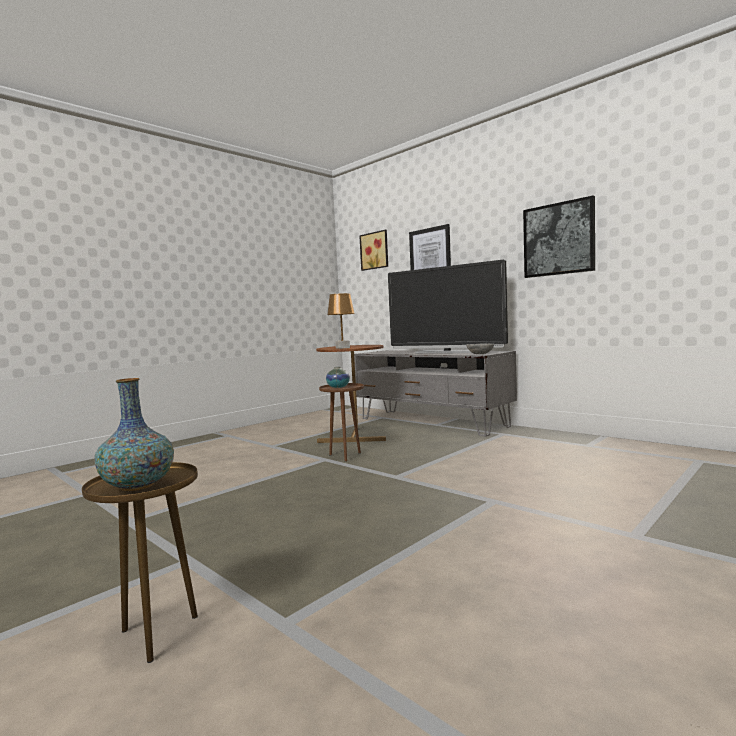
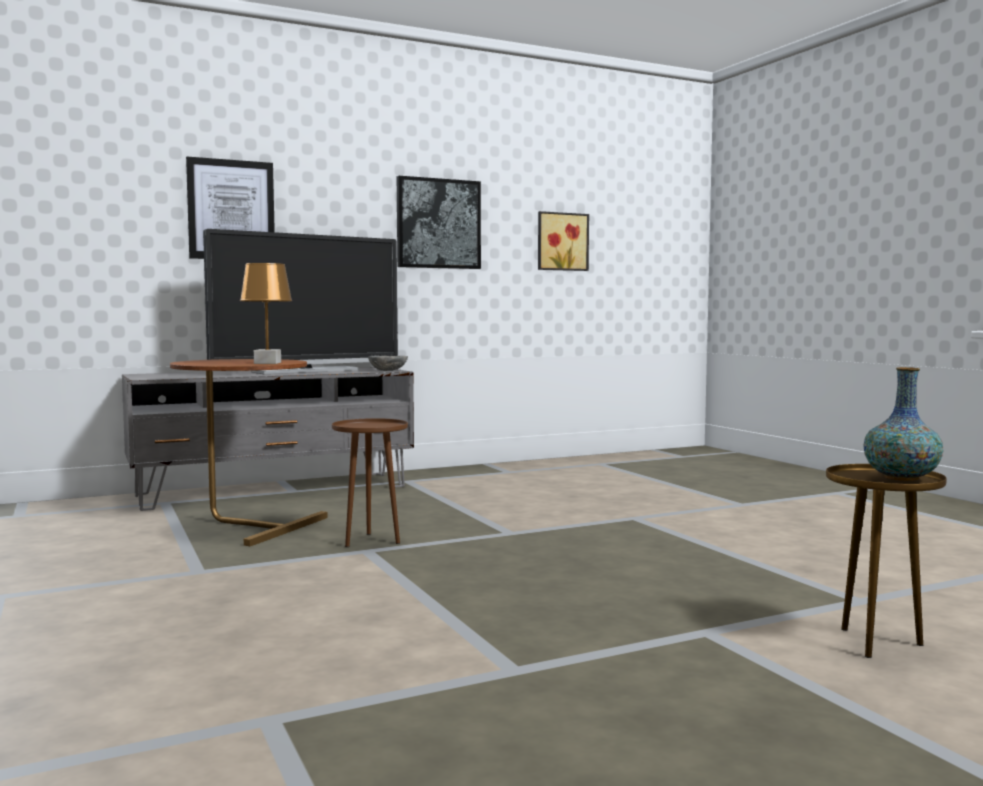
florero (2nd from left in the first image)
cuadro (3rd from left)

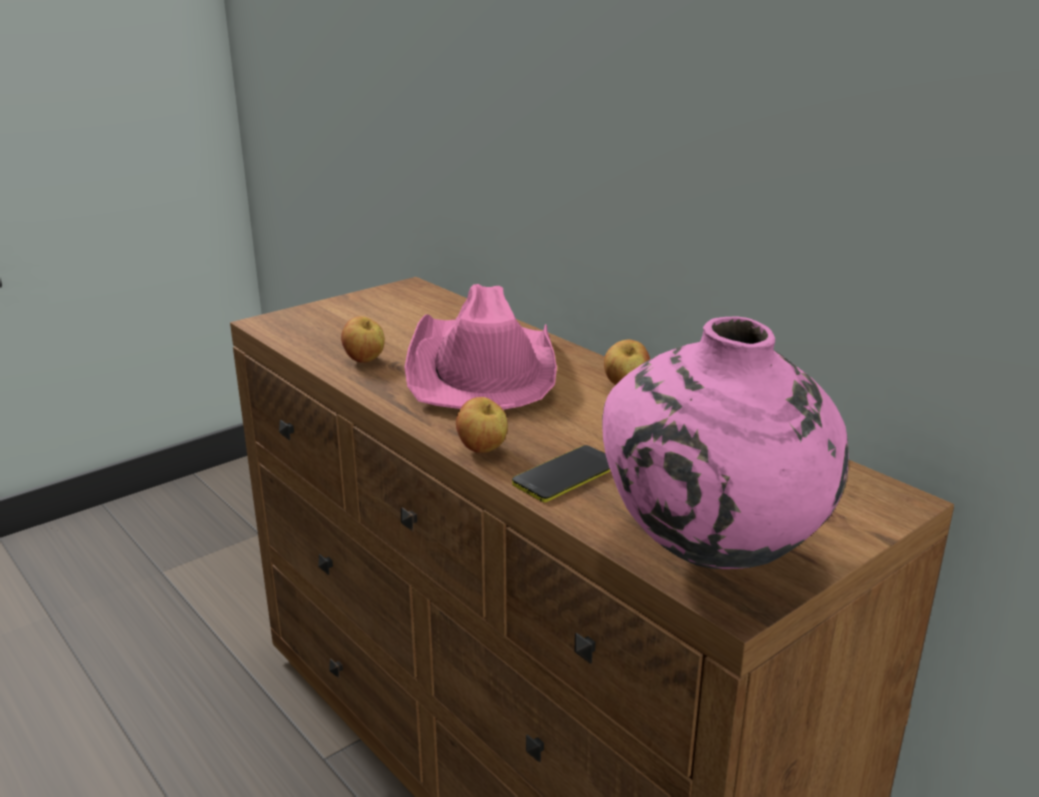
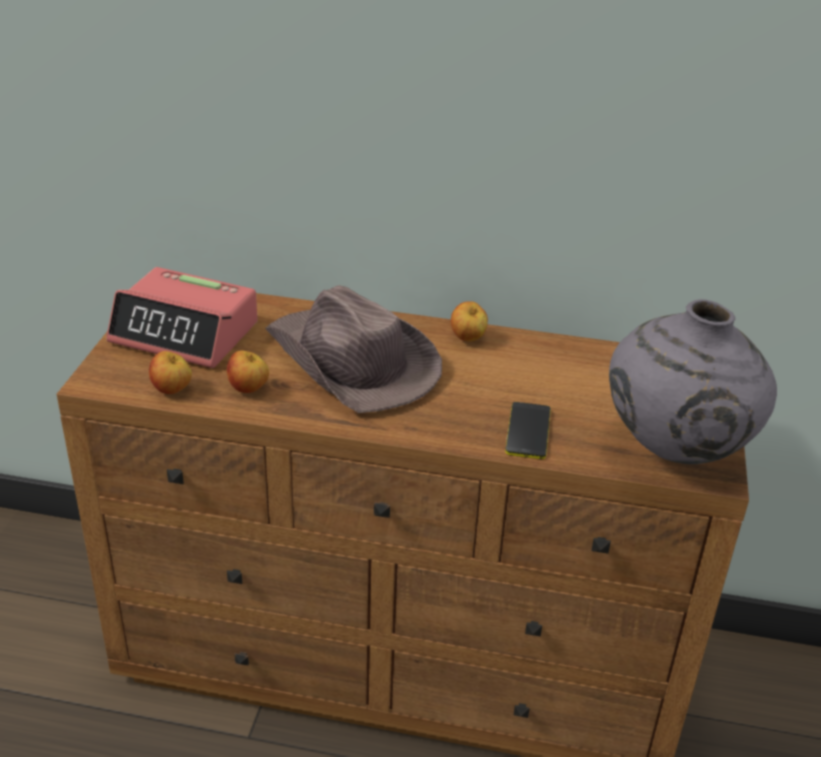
sombrero/marrón
manzana (1st from left)
florero/gris
despertador

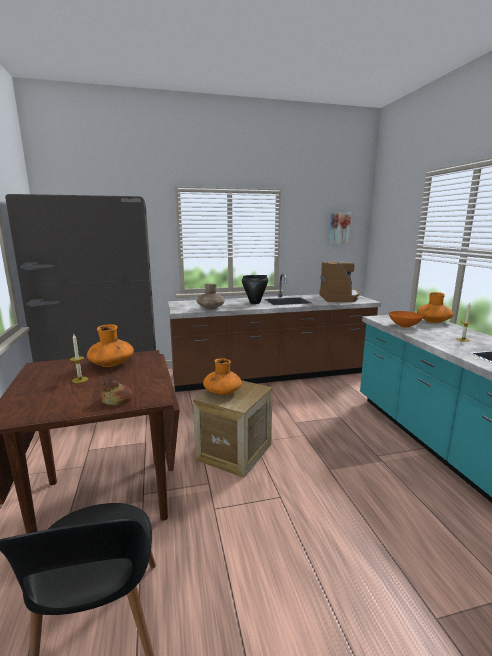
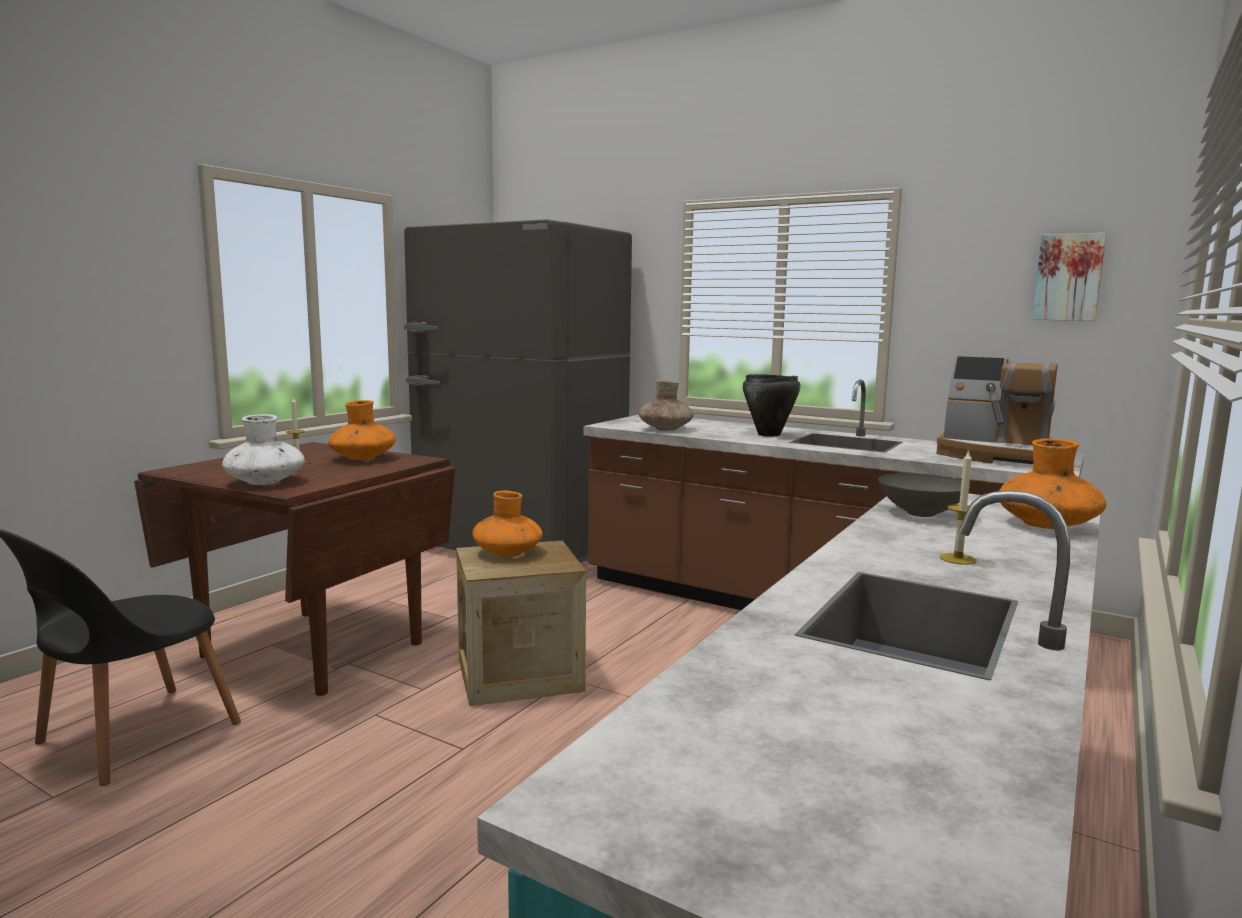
florero/blanco
cafetera
cuenco/gris

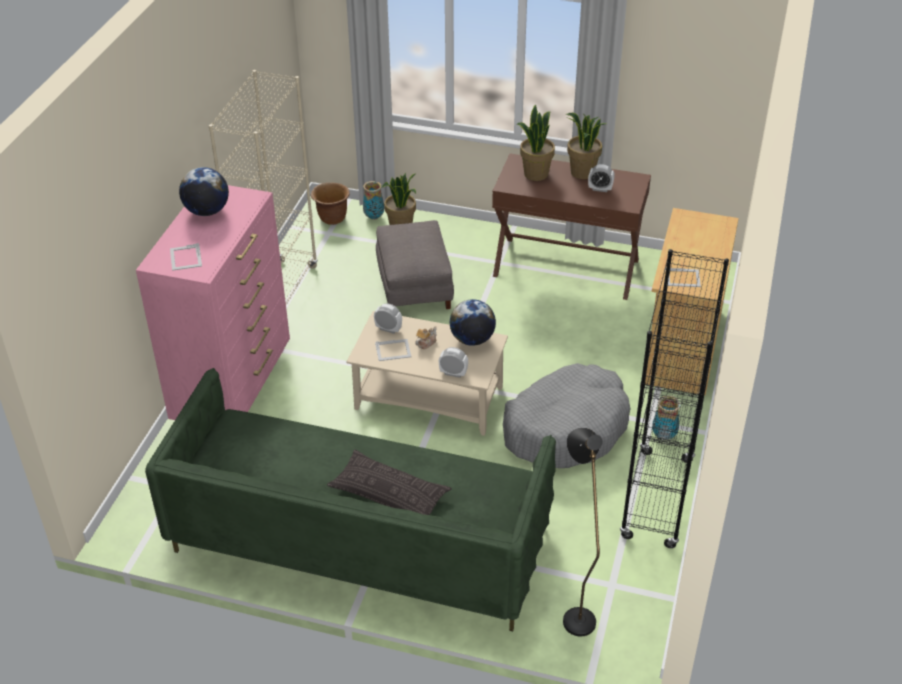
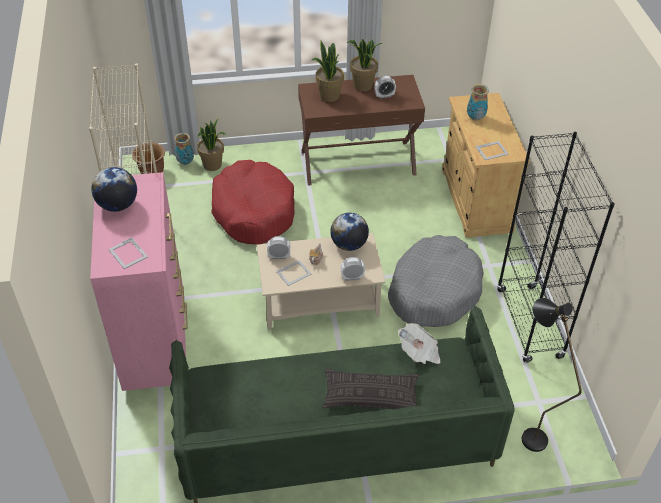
cama para perro/rojo
florero (2nd from left)
periódico

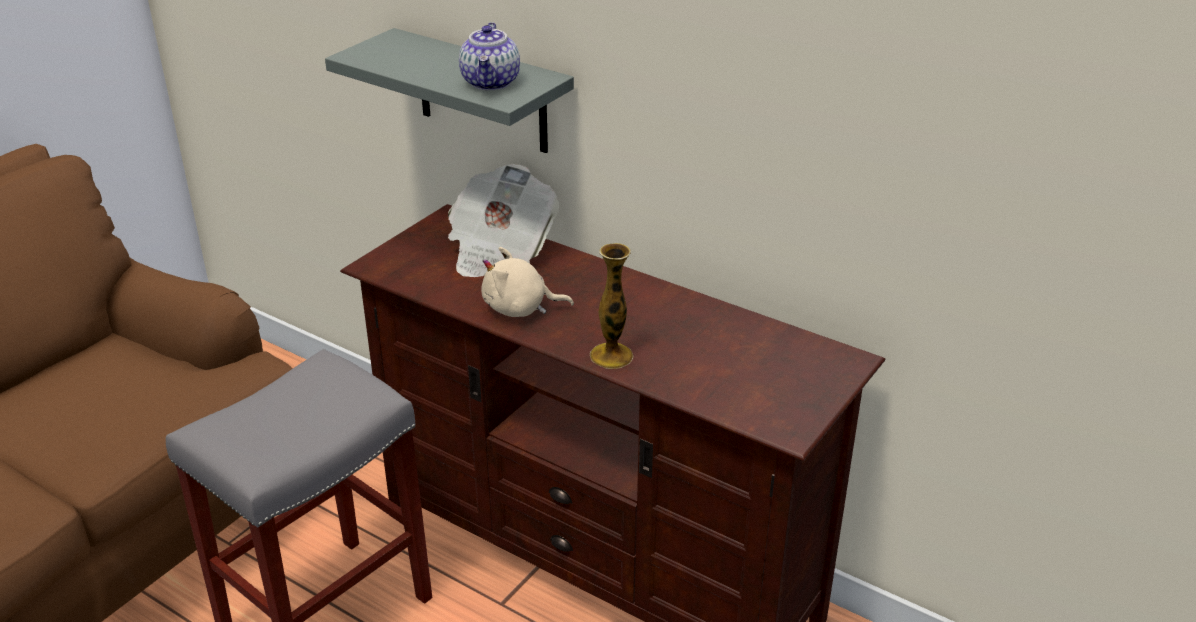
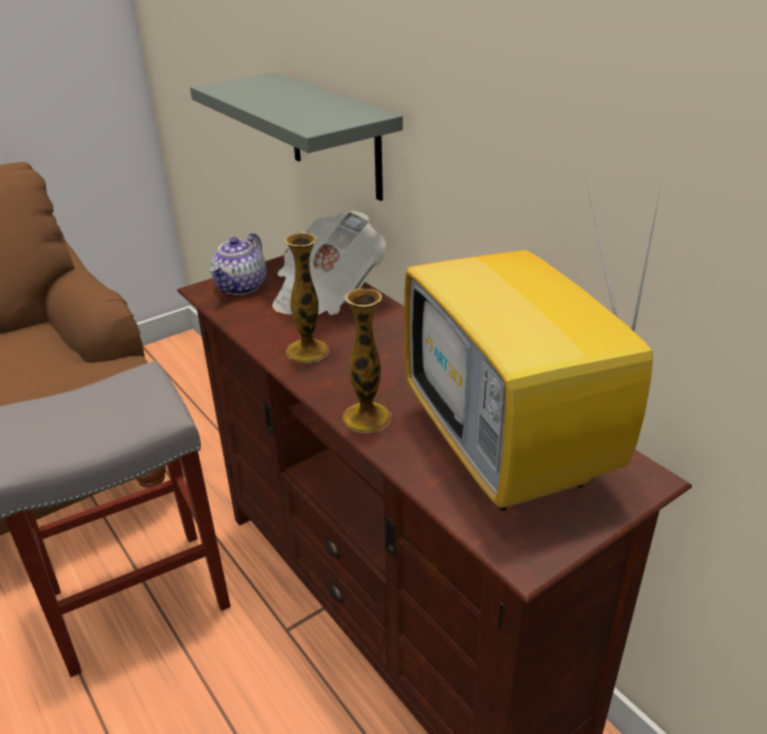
tetera
florero (1st from left)
televisor

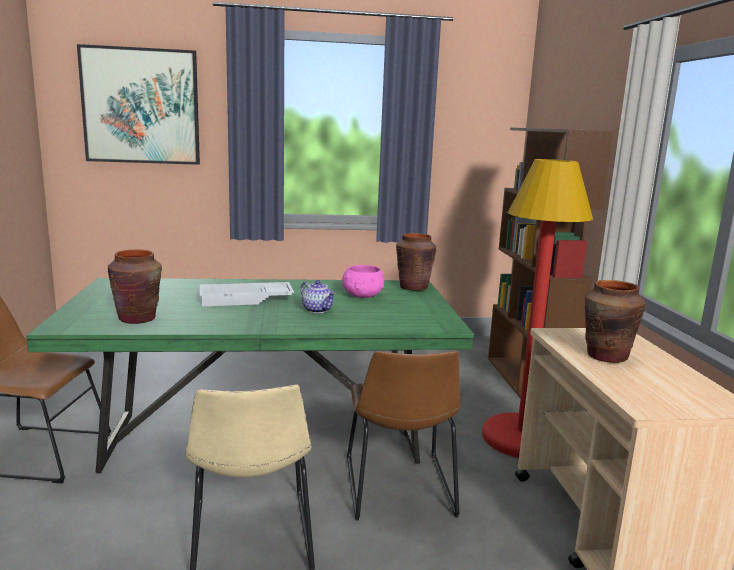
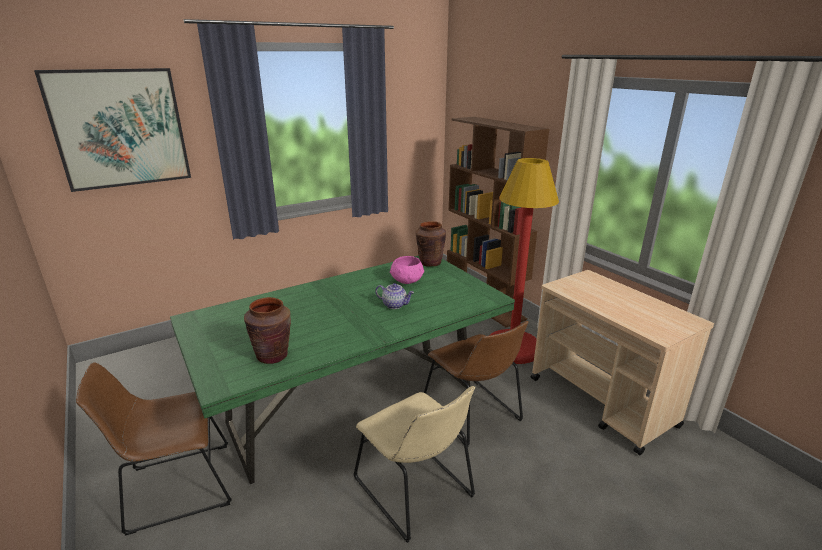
bandeja/blanco
florero/marrón (3rd from left in the first image)

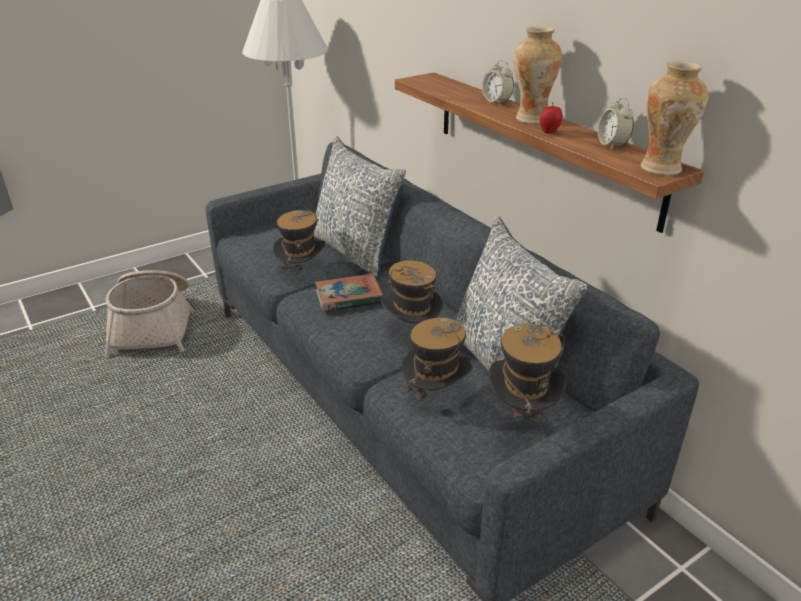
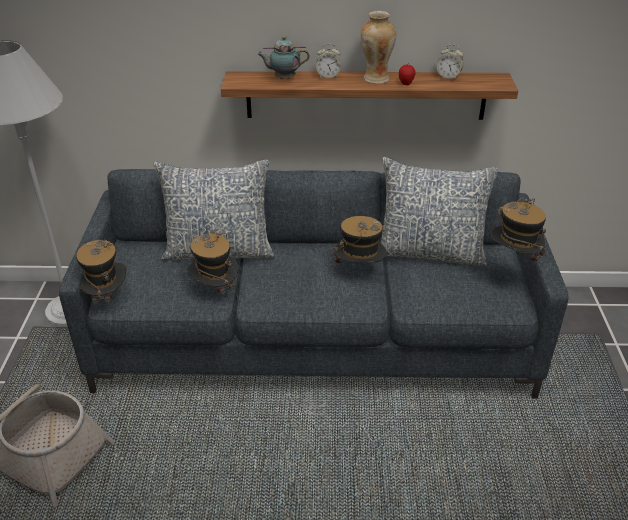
libro
sombrero (1st from left)
florero (2nd from left in the first image)
tetera

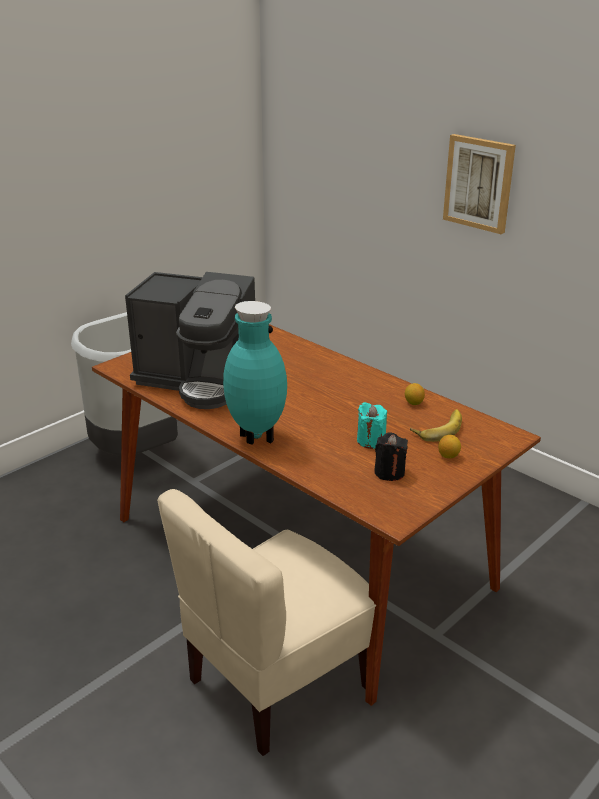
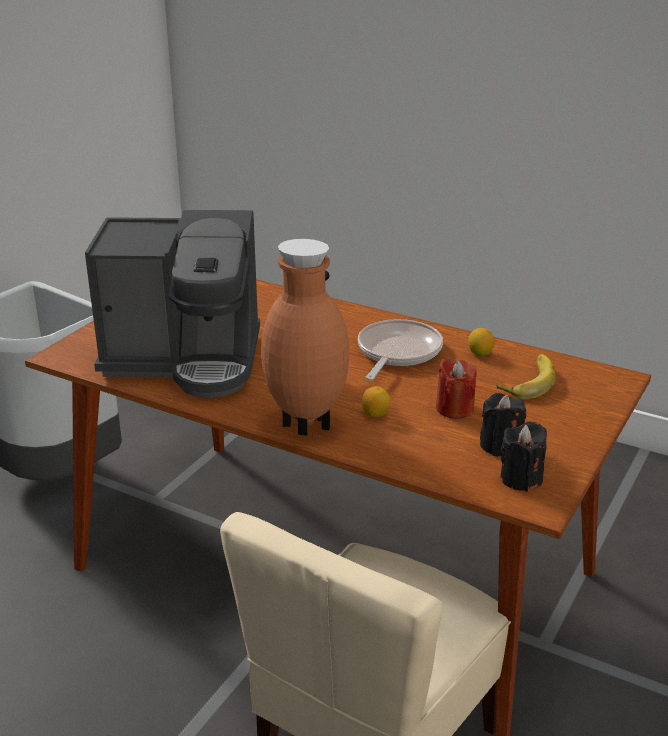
florero/marrón
vela/rojo
limón (1st from left)
cuadro
sartén
vela/negro (2nd from left)

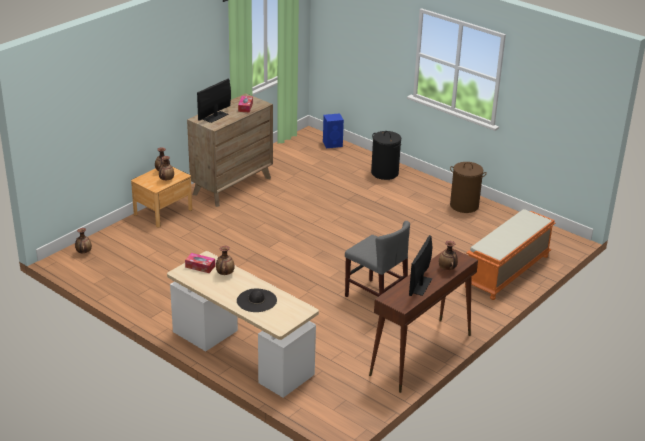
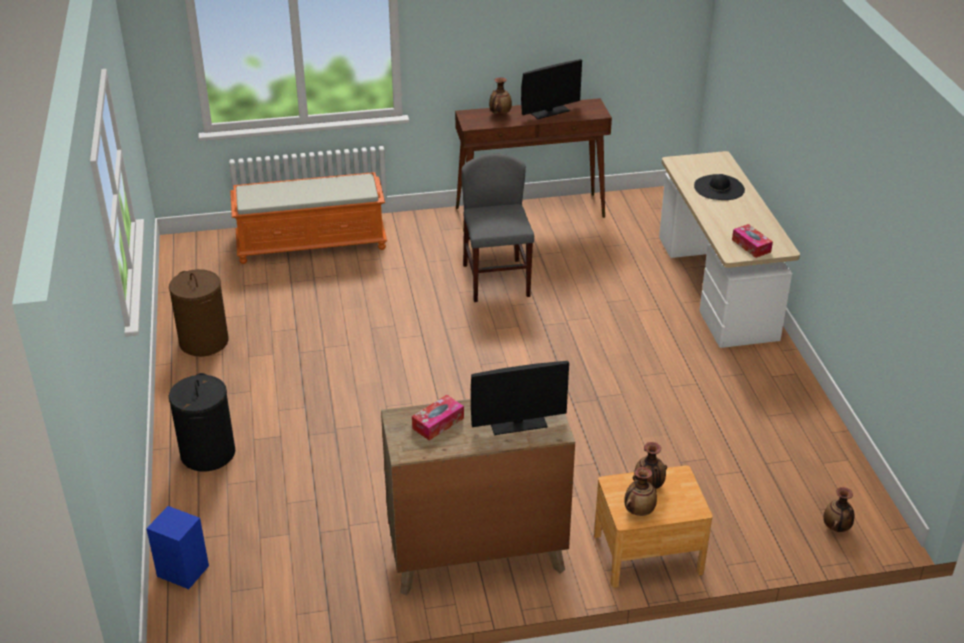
florero (4th from left in the first image)

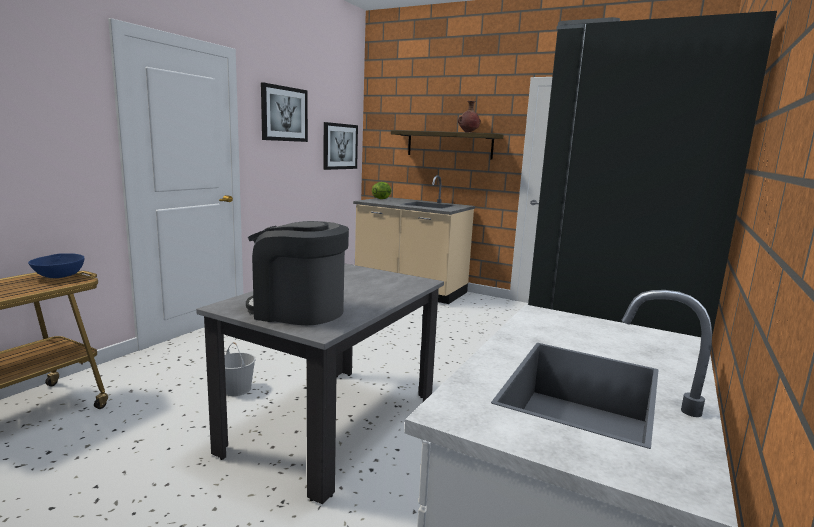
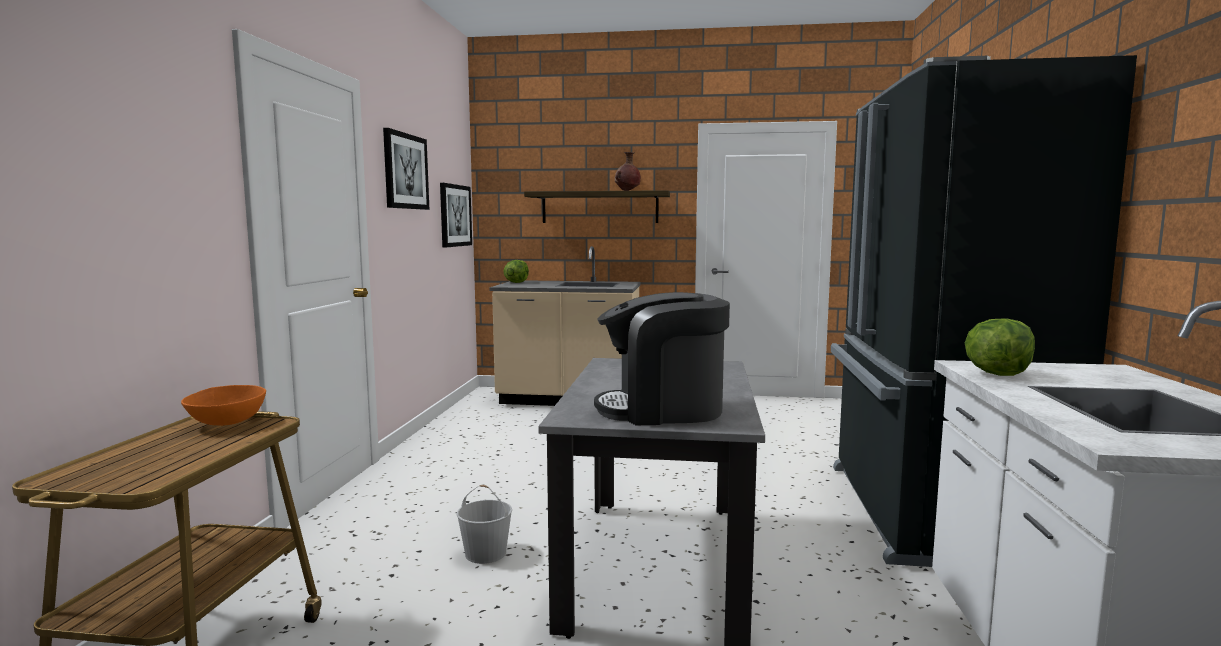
cuenco/naranja
lechuga (2nd from left)

